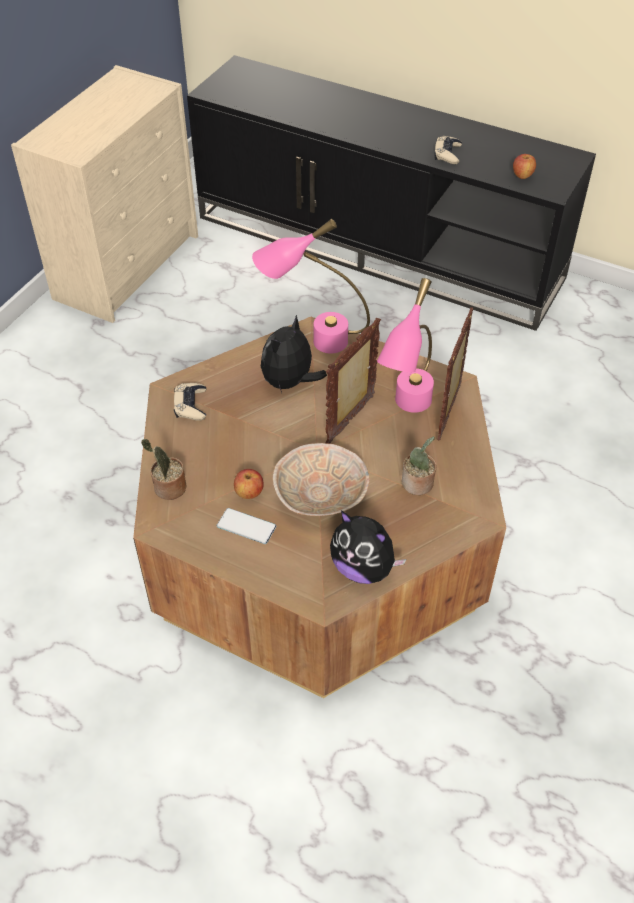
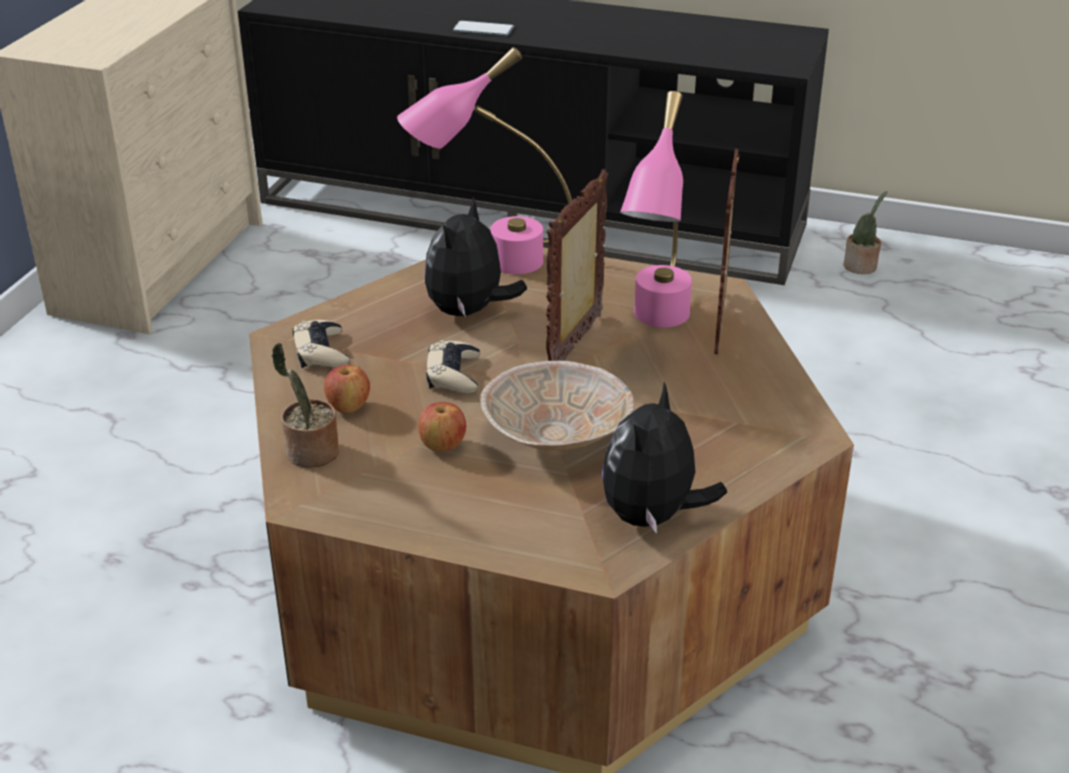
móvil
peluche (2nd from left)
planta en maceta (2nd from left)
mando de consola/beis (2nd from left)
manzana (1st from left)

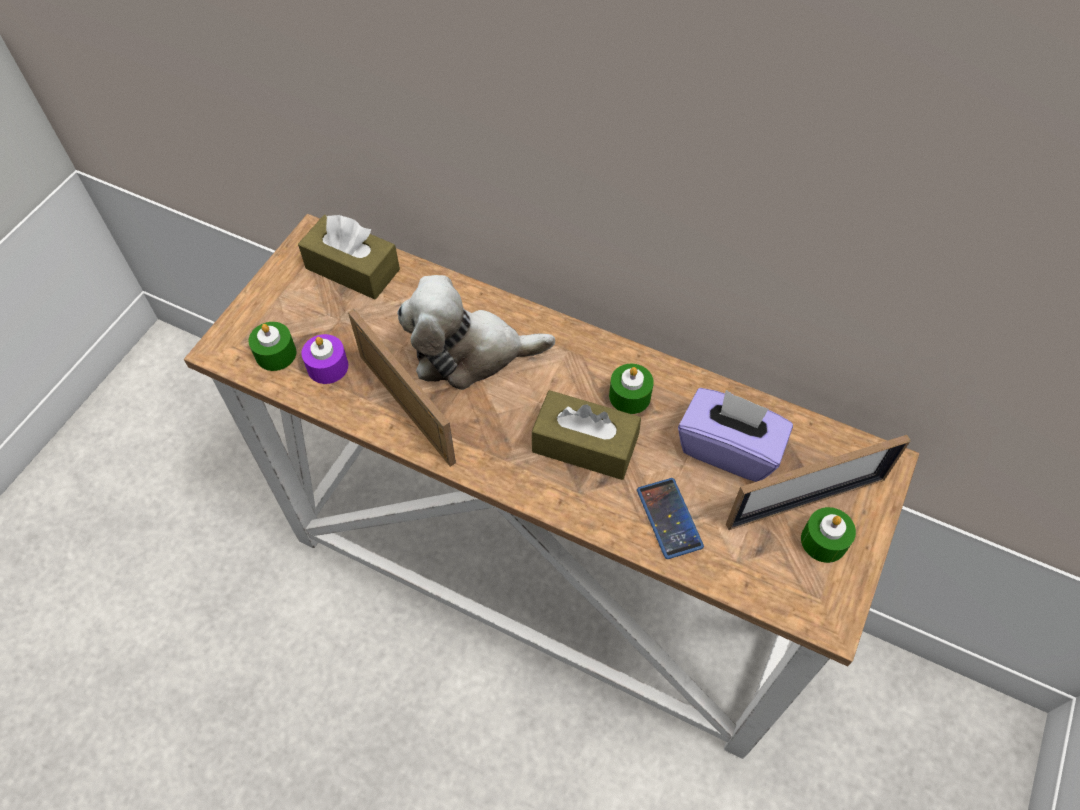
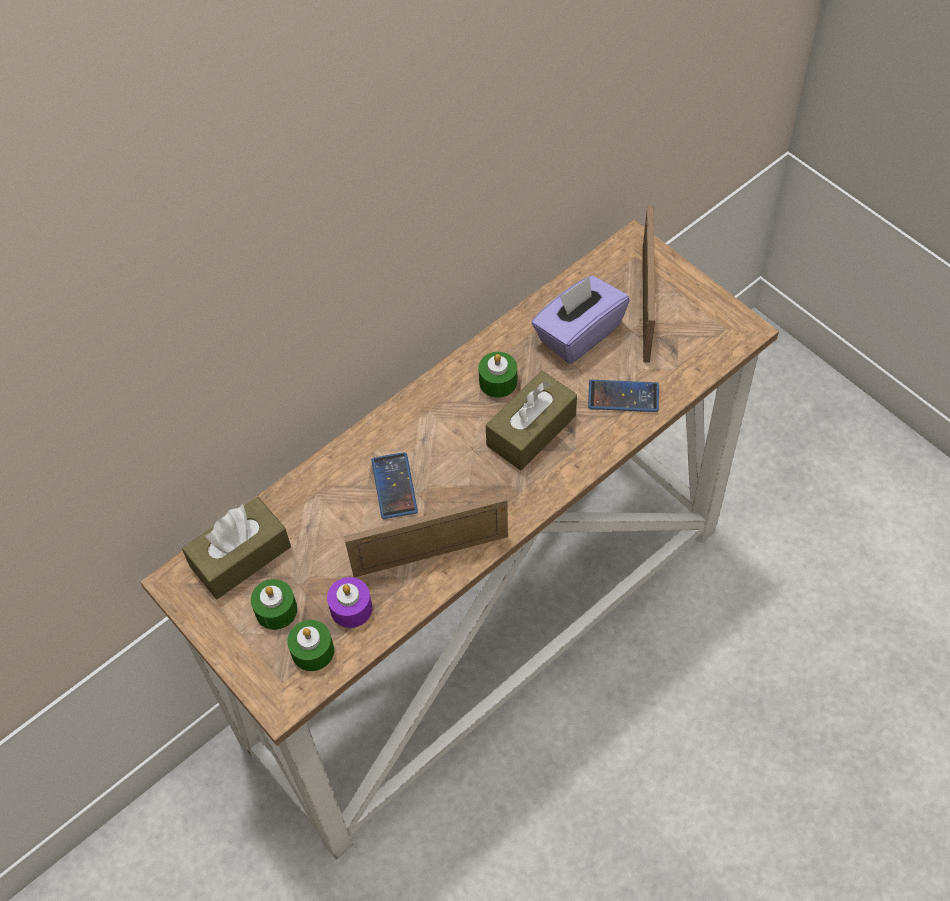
móvil (1st from left)
vela/verde (1st from left)

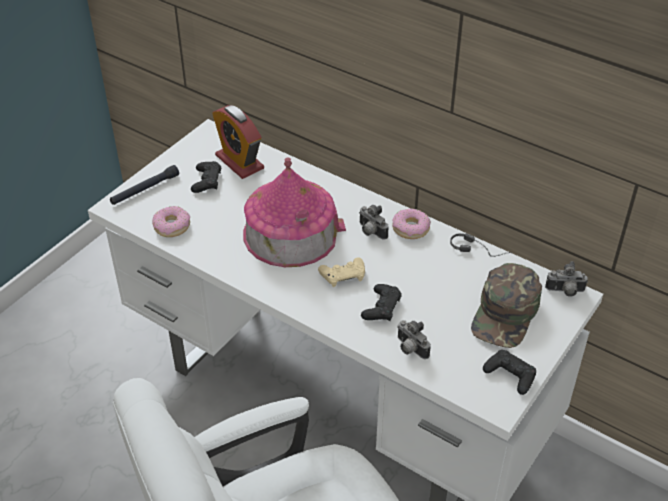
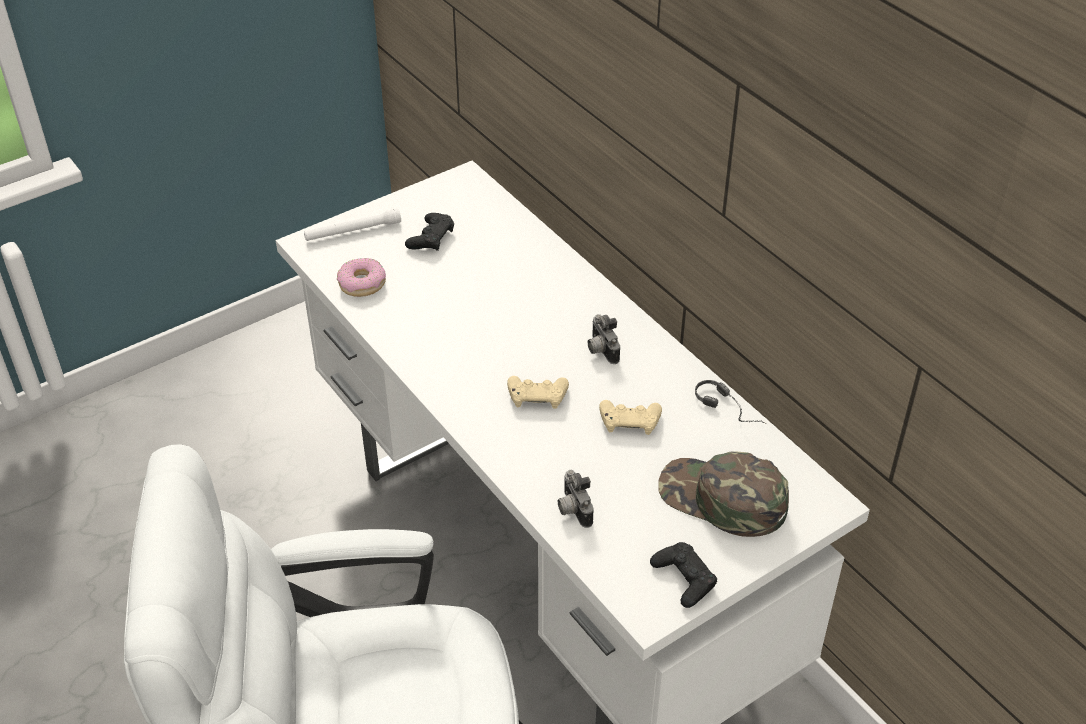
linterna/blanco
despertador
casita
mando de consola/negro (2nd from left in the first image)
rosquilla (2nd from left in the first image)
gorra/verde
cámara (3rd from left in the first image)
mando de consola/beis (2nd from left)

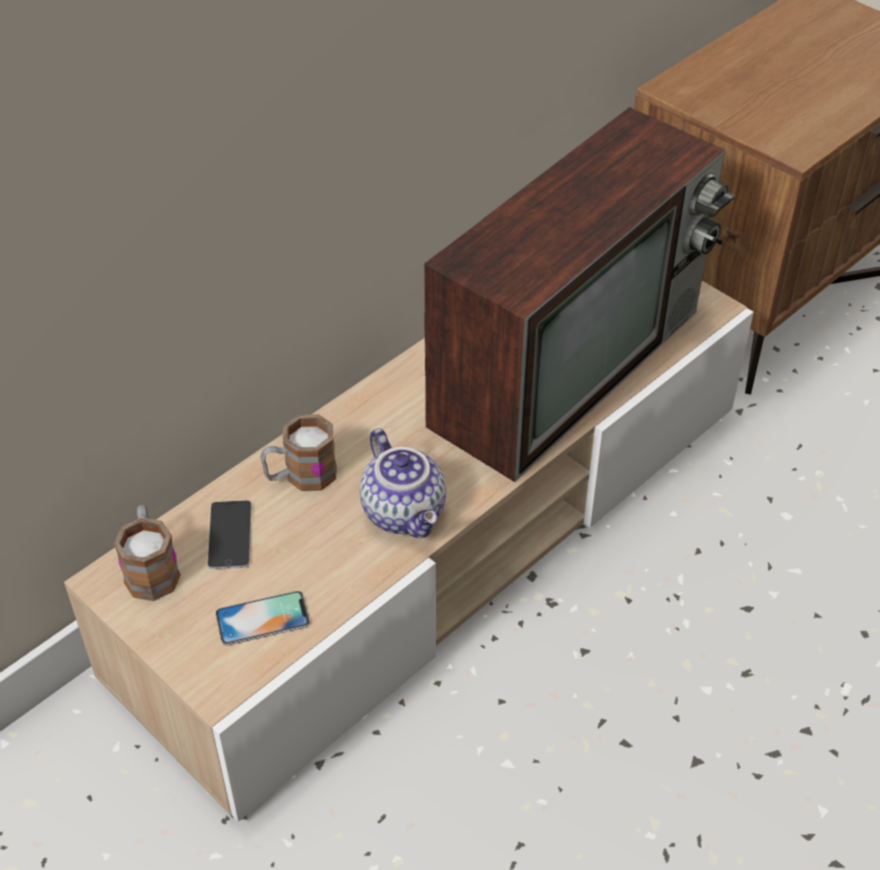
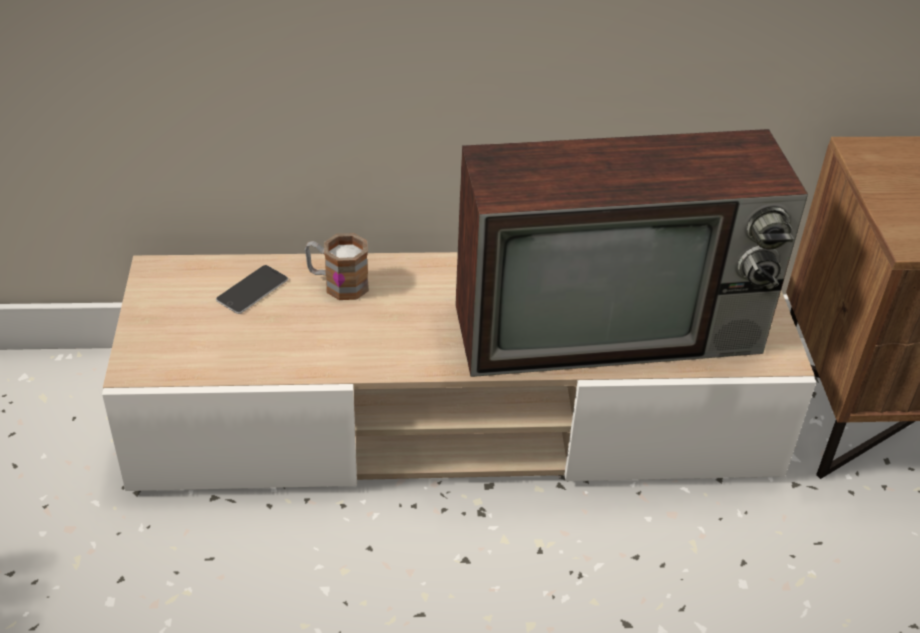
taza grande (1st from left in the first image)
móvil (2nd from left in the first image)
tetera

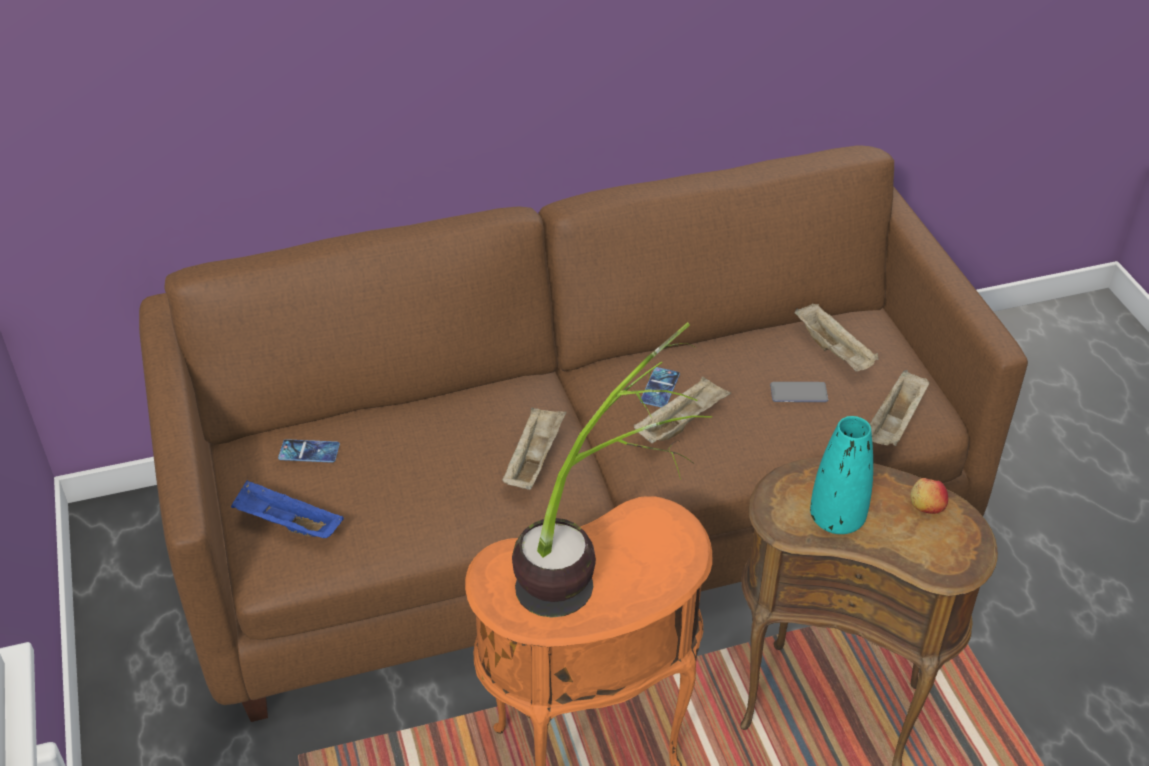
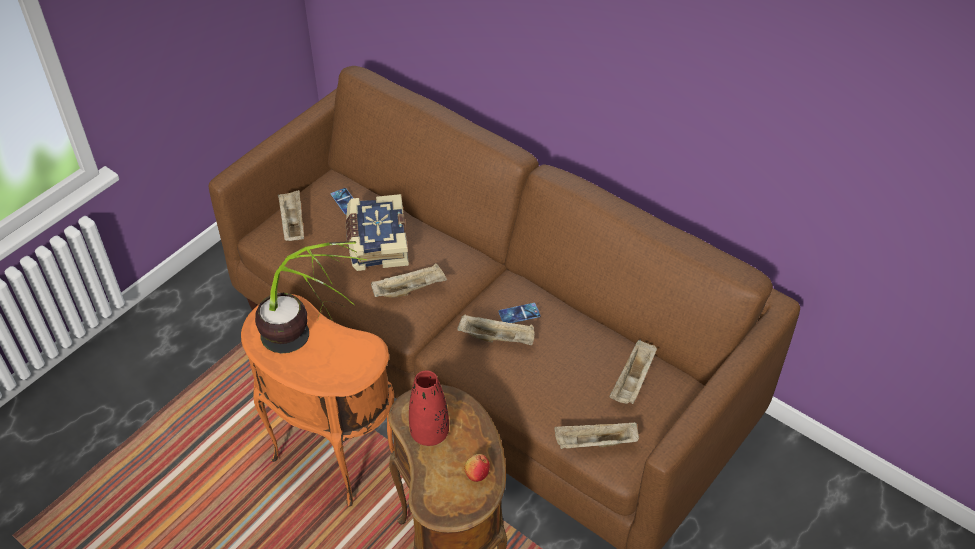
bandeja/beis (1st from left)
móvil (3rd from left in the first image)
florero/rojo
libro

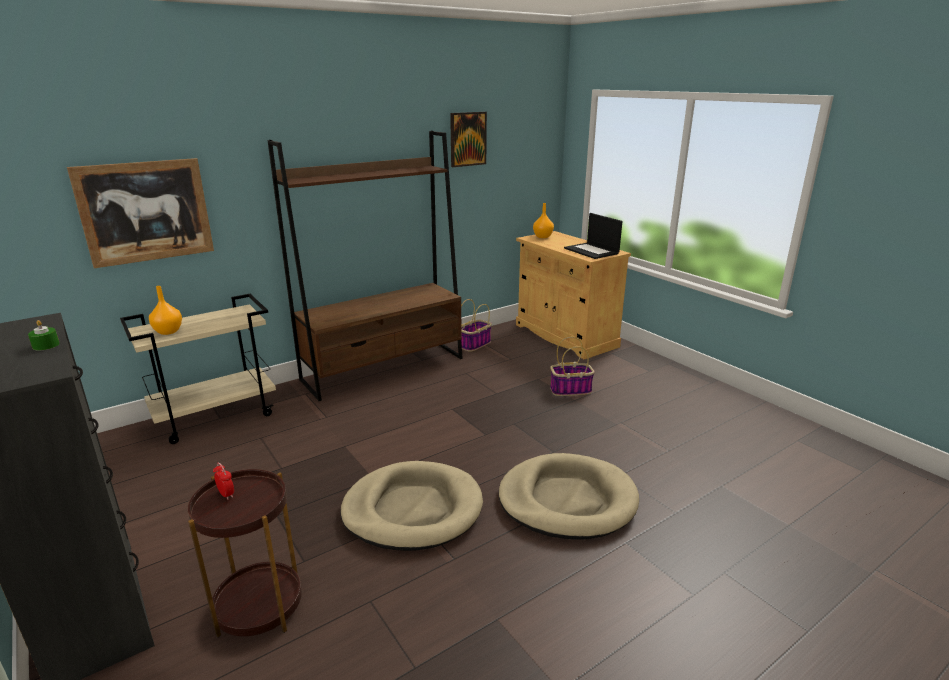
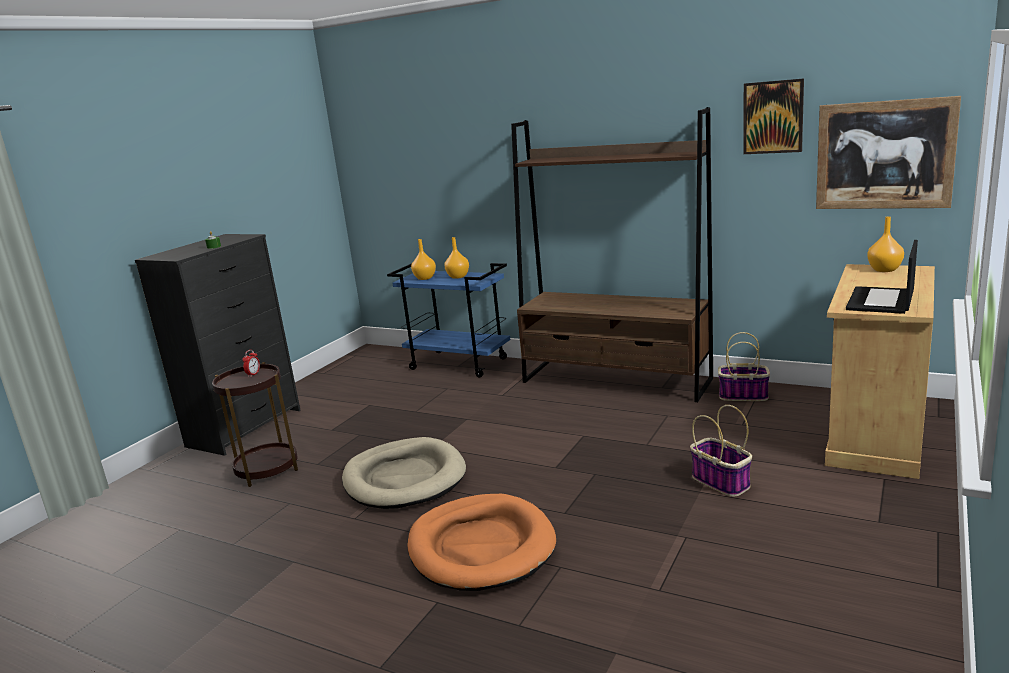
cuadro (2nd from left)
carrito/azul
cama para perro/naranja
florero/naranja (2nd from left)

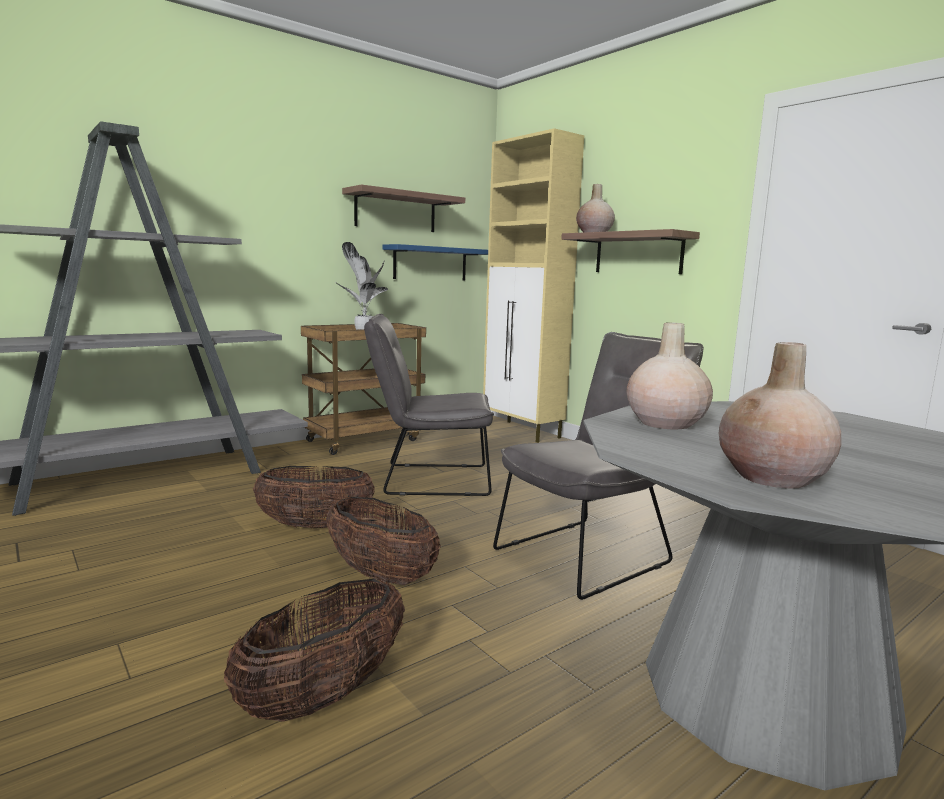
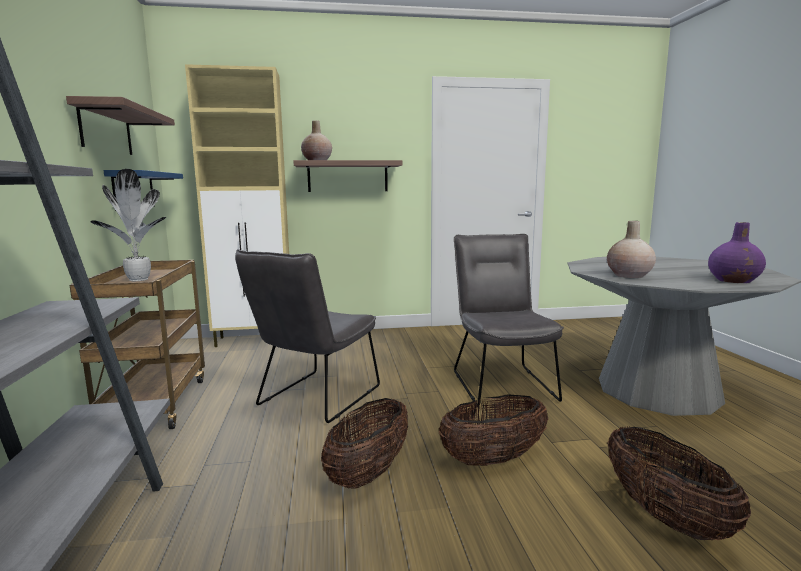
florero/morado

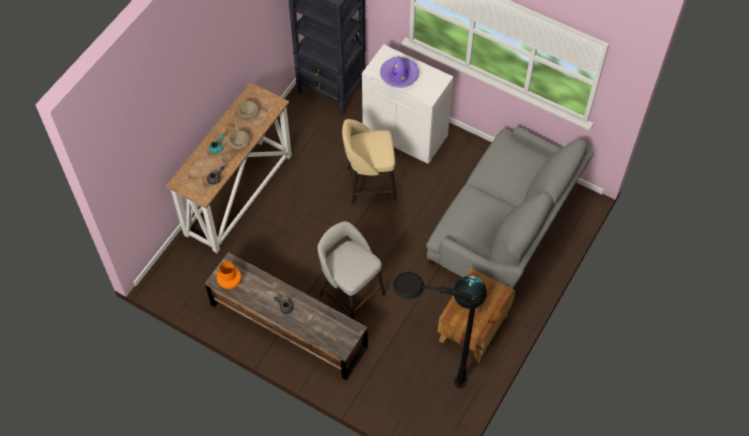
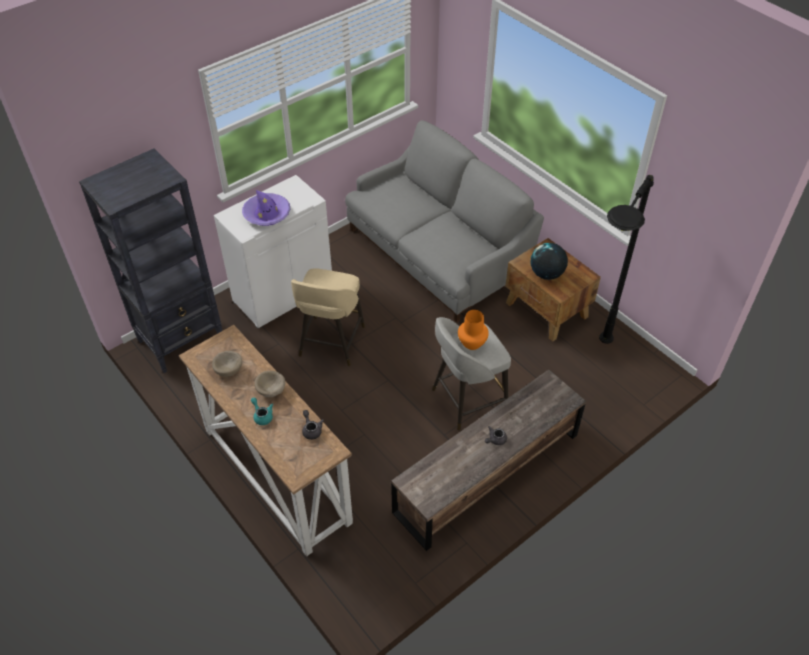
florero/naranja

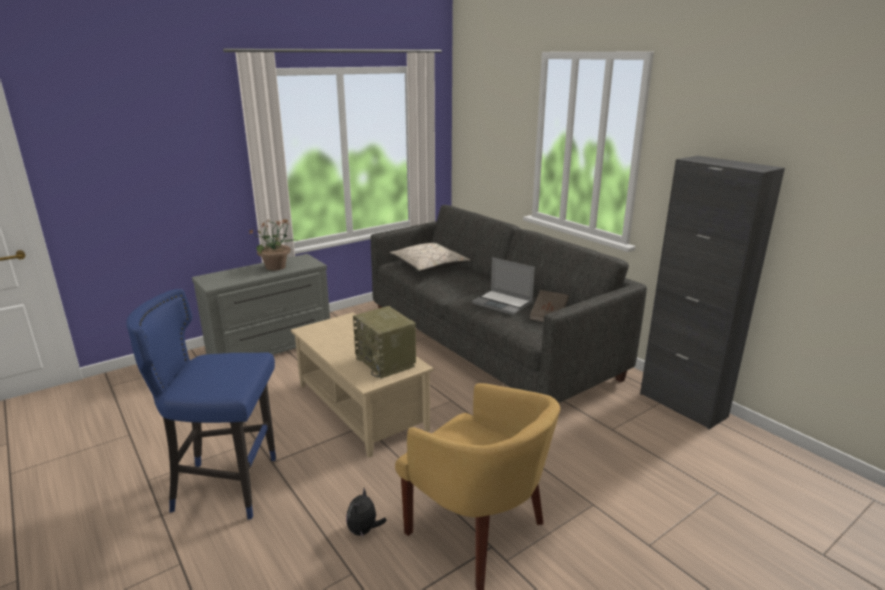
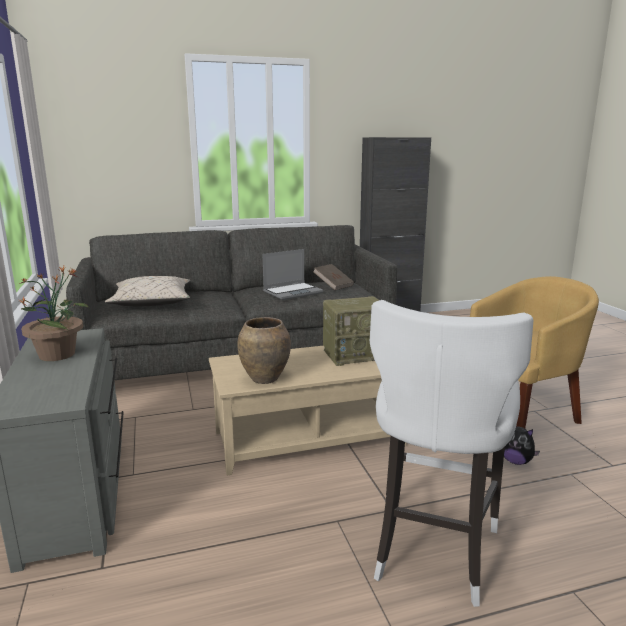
taburete/blanco
florero/marrón

